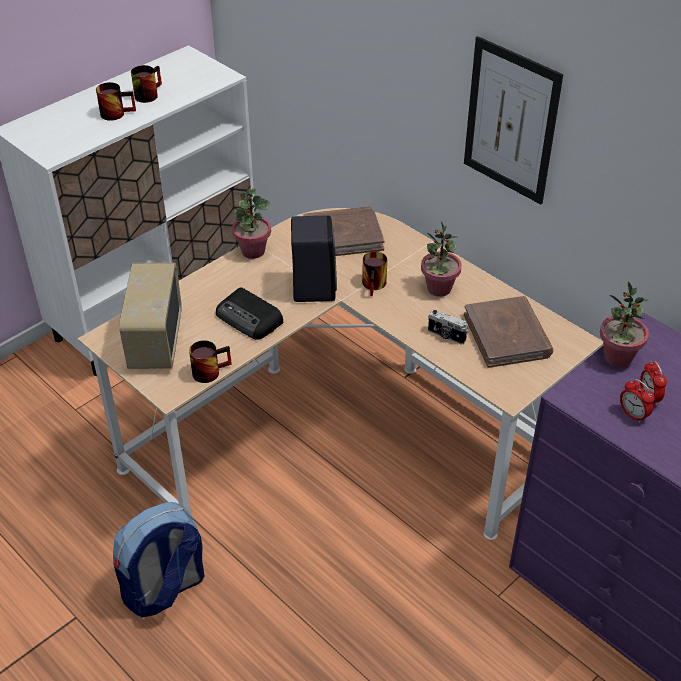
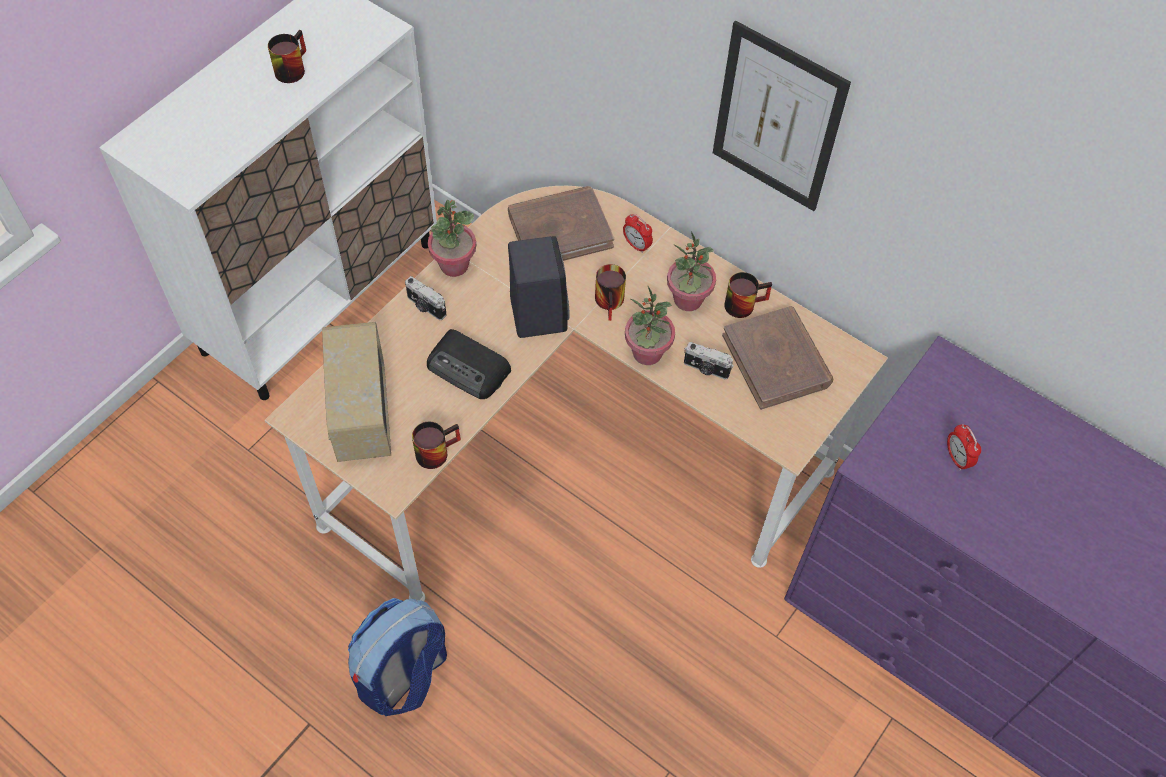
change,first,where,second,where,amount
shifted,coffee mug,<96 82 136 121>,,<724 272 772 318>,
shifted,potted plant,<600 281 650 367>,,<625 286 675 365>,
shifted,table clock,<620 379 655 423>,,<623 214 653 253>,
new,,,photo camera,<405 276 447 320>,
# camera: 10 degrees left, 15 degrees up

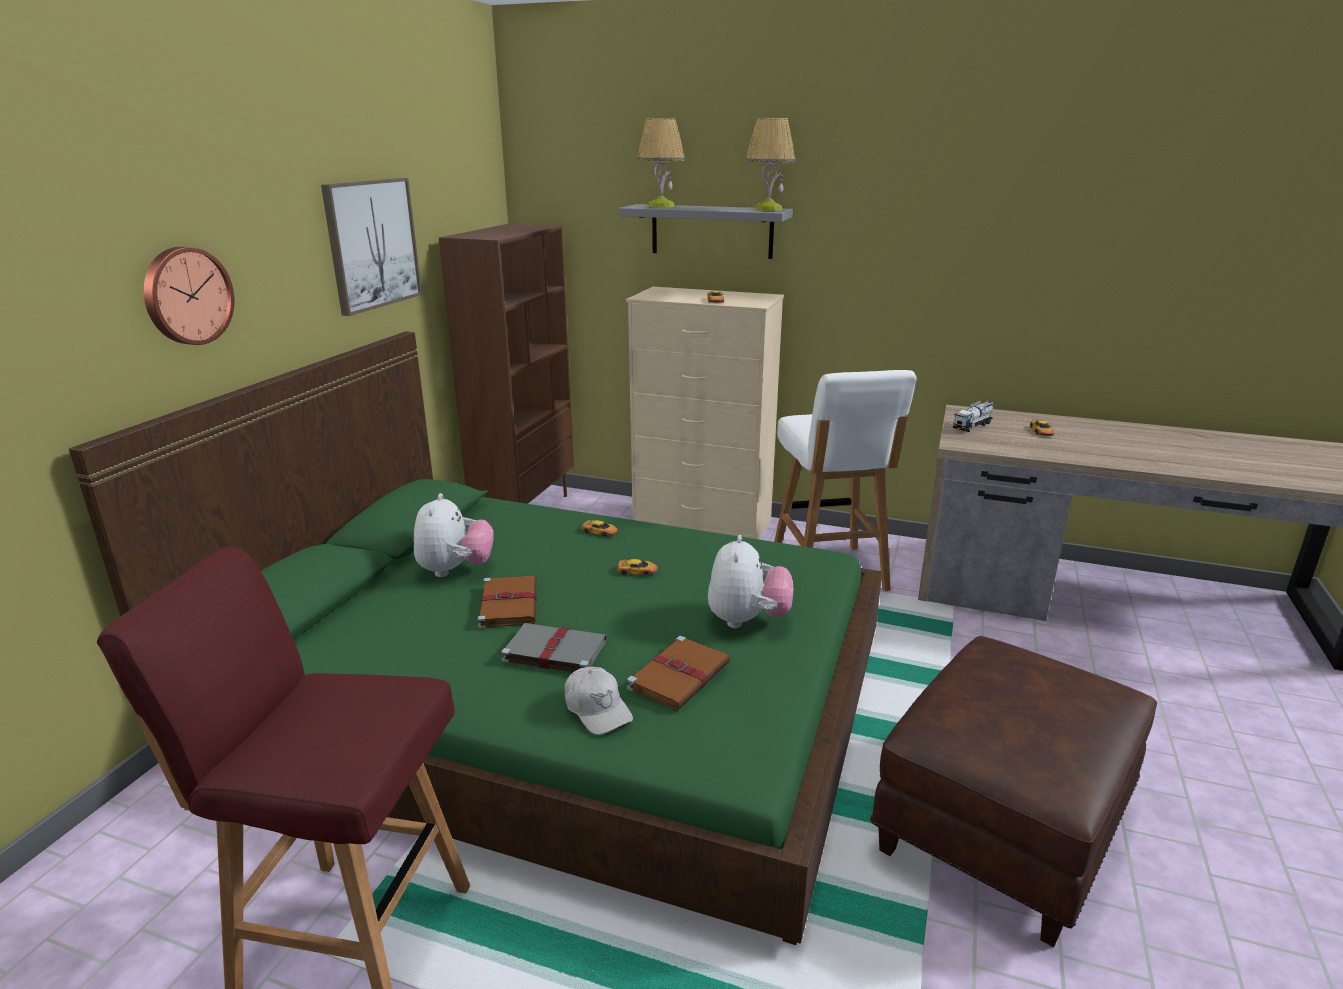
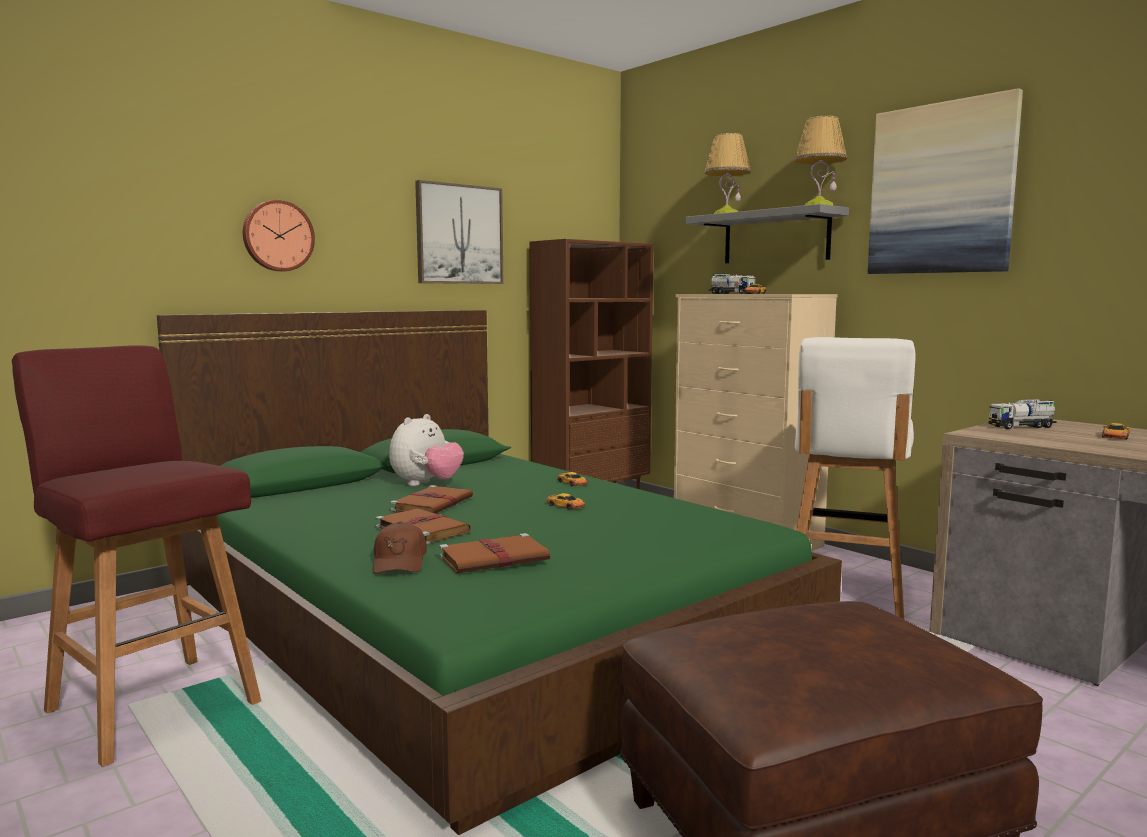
change,first,where,second,where,amount
repainted,grey volume,<499 623 607 672>,brownish volume,<375 508 471 544>,
repainted,white-coloured baseball cap,<564 666 633 735>,brownish baseball cap,<373 522 427 574>,
gone,cuddly toy,<708 535 793 628>,,,
new,,,toy lorry,<709 274 756 294>,
new,,,wall art,<868 88 1023 274>,
# camera: 30 degrees right, 15 degrees down

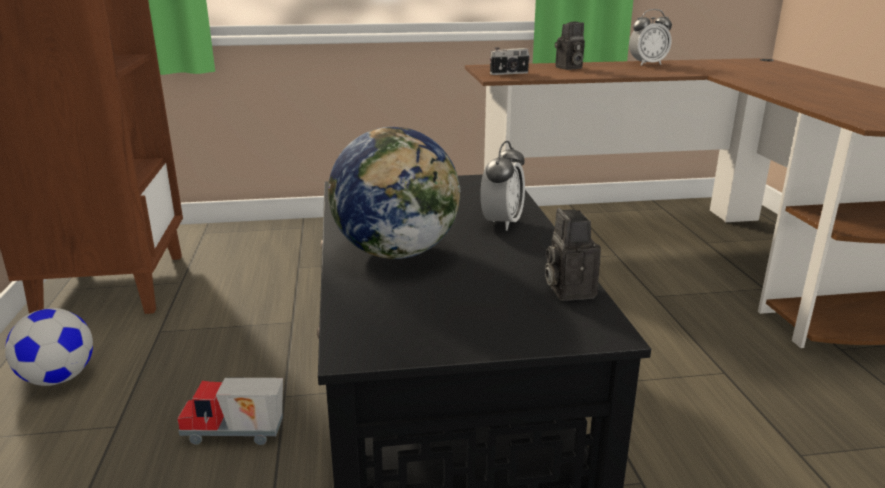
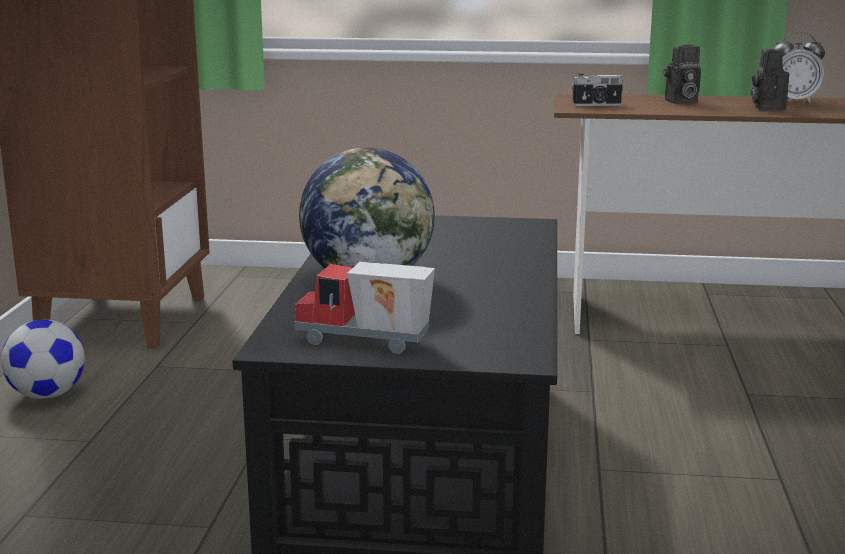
change,first,where,second,where,amount
shifted,toy lorry,<177 378 283 445>,,<295 262 435 354>,
gone,table clock,<480 141 525 231>,,,
shifted,photo camera,<545 208 601 301>,,<751 49 789 111>,
# camera: 15 degrees right, 5 degrees down

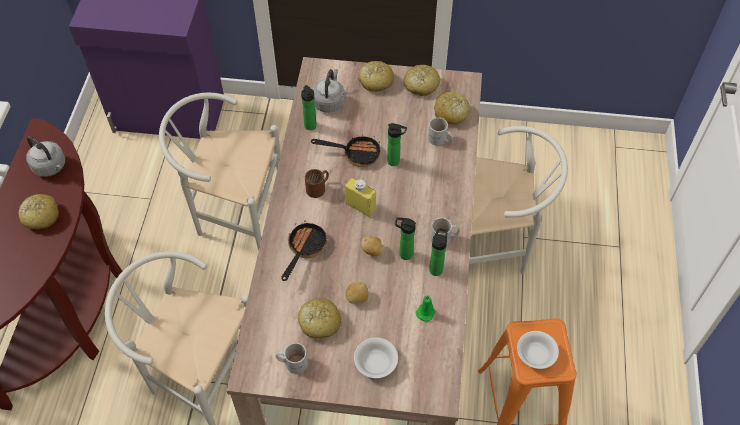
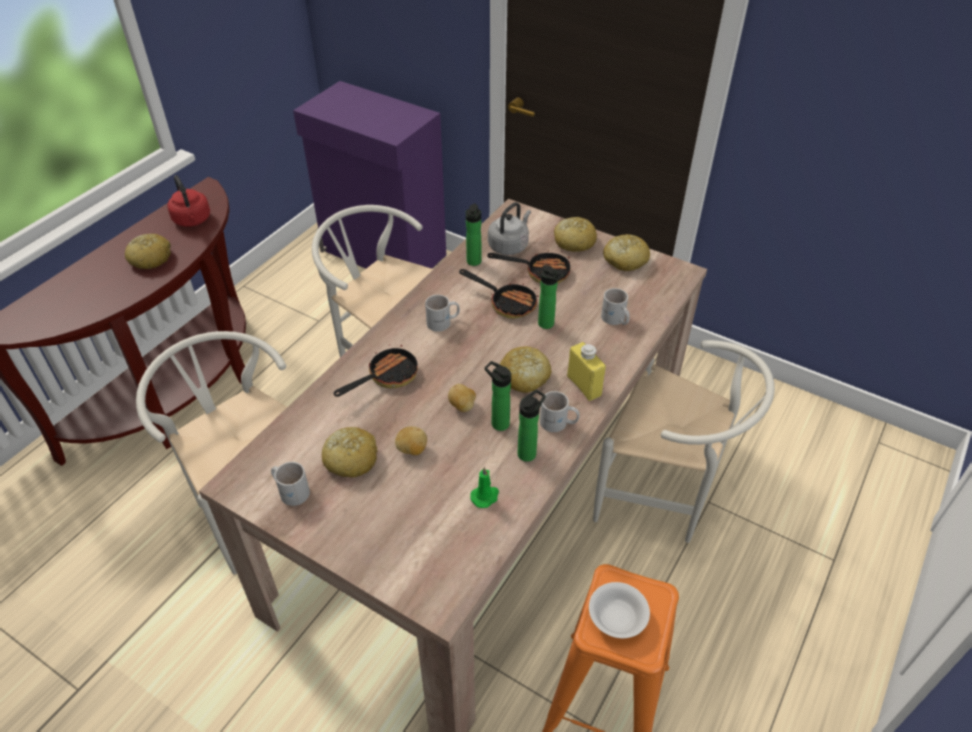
change,first,where,second,where,amount
repainted,grey kettle,<26 136 65 177>,red kettle,<167 175 210 227>,
repainted,brownish coffee mug,<305 169 329 198>,white-coloured coffee mug,<425 295 460 332>,
shifted,yellow-coloured beverage bottle,<345 178 376 217>,,<567 342 606 401>,
gone,white-coloured serving bowl,<354 338 398 378>,,,
shifted,bread,<434 92 470 125>,,<500 346 552 393>,
new,,,pan,<487 251 571 284>,
# camera: 25 degrees right, 10 degrees down

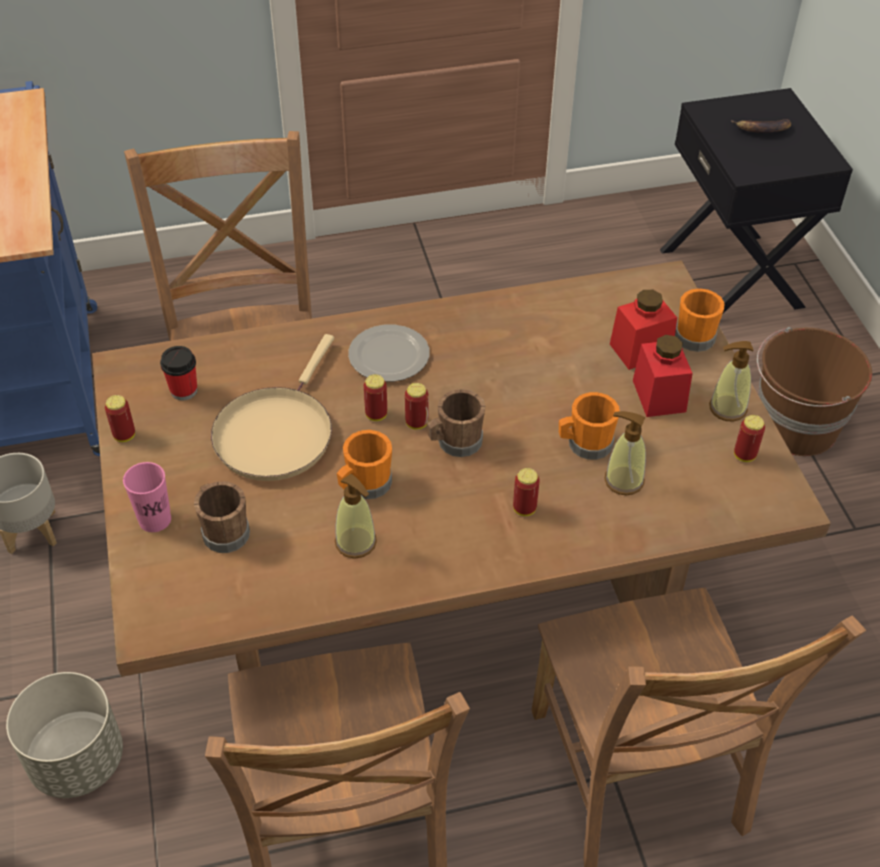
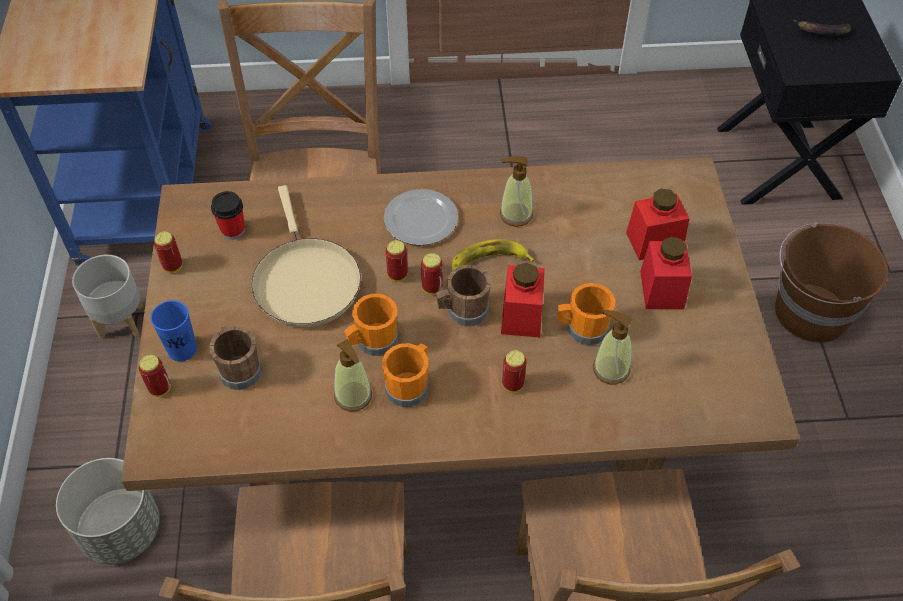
change,first,where,second,where,amount
repainted,pink drinking cup,<123 462 171 532>,blue-coloured drinking cup,<150 300 197 362>,
rotated,beige pan,<211 334 334 481>,,<251 185 361 327>,45 degrees counterclockwise
shifted,orangey coffee mug,<675 289 724 352>,,<382 343 428 407>,
shifted,soap dispenser,<709 341 754 422>,,<500 156 533 227>,
shifted,metal can,<734 415 765 462>,,<139 355 171 397>,
new,,,banana,<452 239 534 271>,
new,,,red jar,<501 263 545 338>,
# camera: 10 degrees right, 5 degrees up

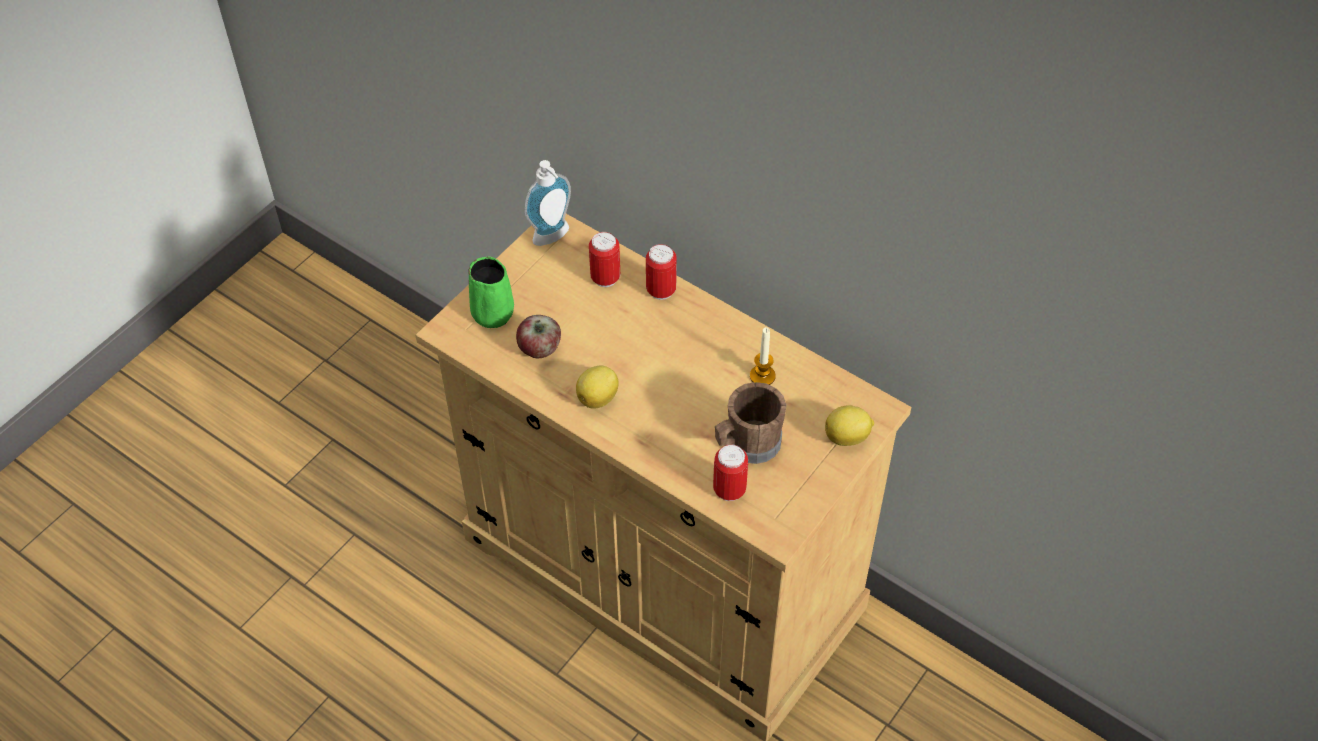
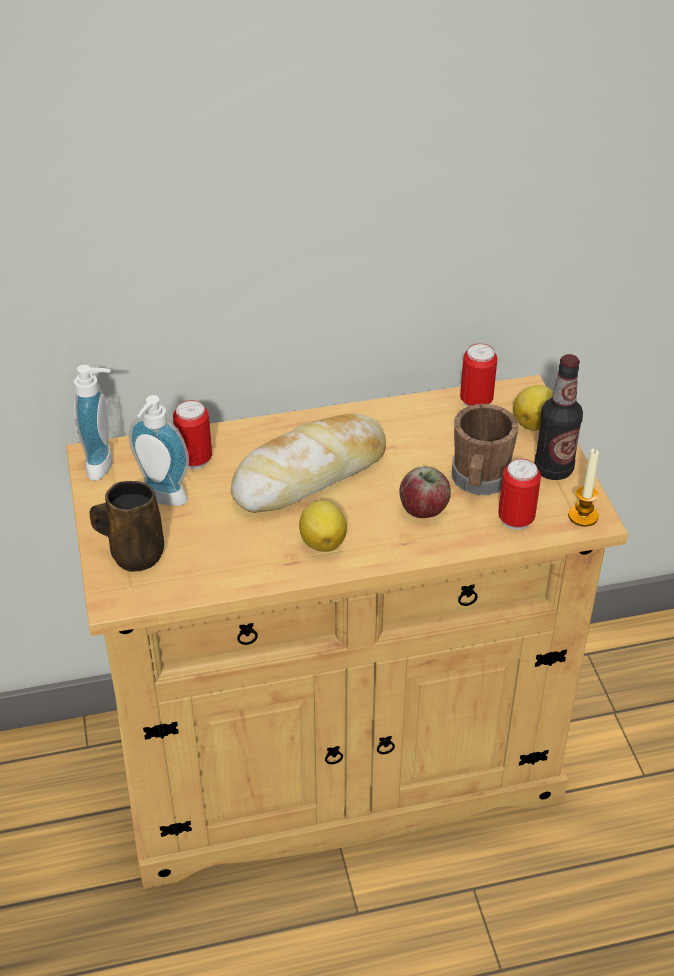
change,first,where,second,where,amount
repainted,green coffee mug,<468 257 514 328>,brownish coffee mug,<90 481 164 572>,
shifted,apple fruit,<516 315 561 358>,,<399 466 451 518>,
shifted,metal can,<646 244 677 300>,,<460 343 497 407>,
shifted,wax candle,<750 327 776 385>,,<568 449 599 527>,
new,,,soap dispenser,<129 395 189 506>,
new,,,bread,<231 414 386 513>,
new,,,beverage bottle,<534 354 583 480>,
# camera: 50 degrees left, 10 degrees down

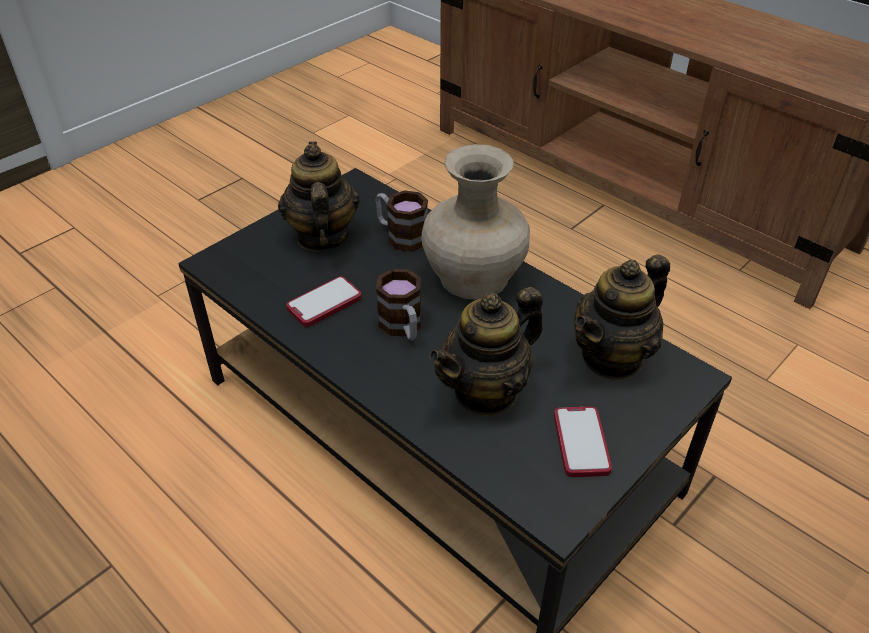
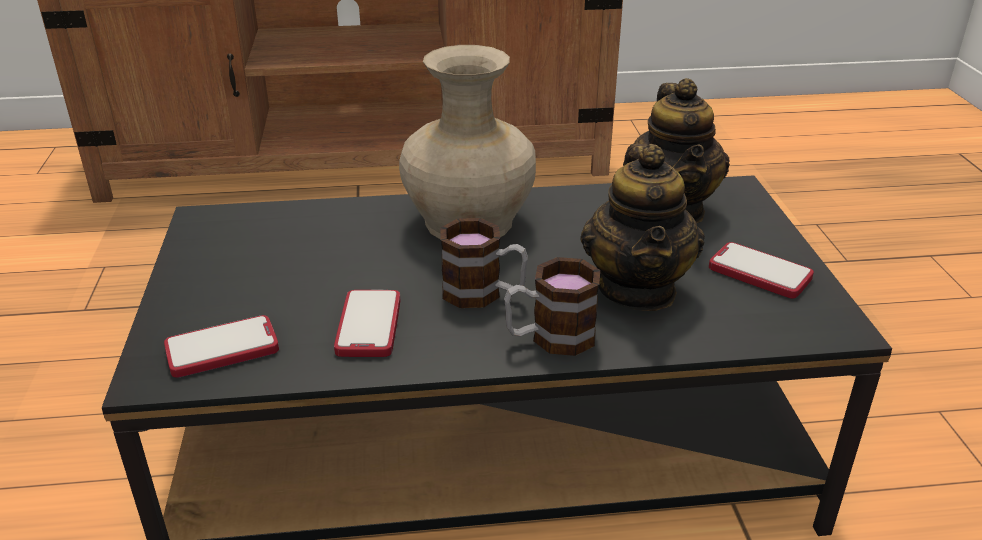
change,first,where,second,where,amount
gone,pot for tea,<278 142 360 251>,,,
shifted,coffee mug,<375 190 428 252>,,<504 257 600 356>,
new,,,phone,<164 315 279 378>,
# camera: 50 degrees left, 10 degrees down

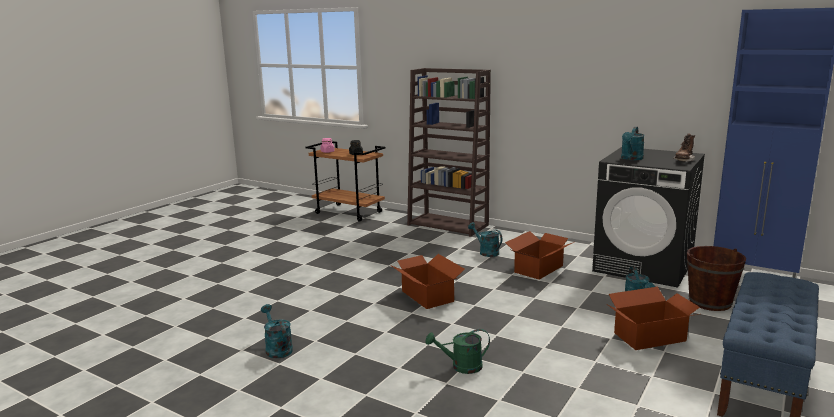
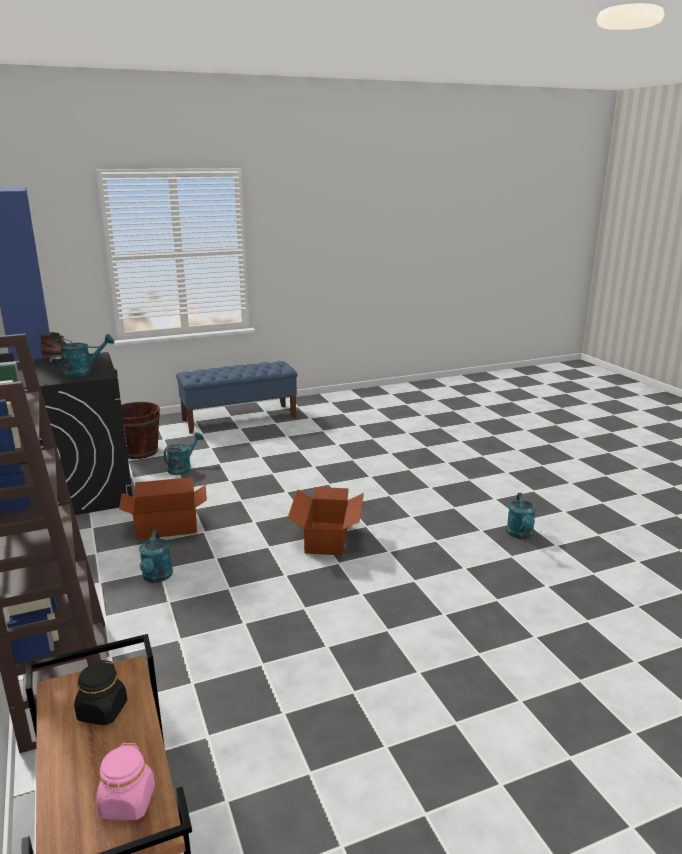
change,first,where,second,where,amount
gone,green watering can,<426 329 490 374>,,,
gone,packing box,<608 287 700 350>,,,
# camera: 145 degrees left, 5 degrees up

